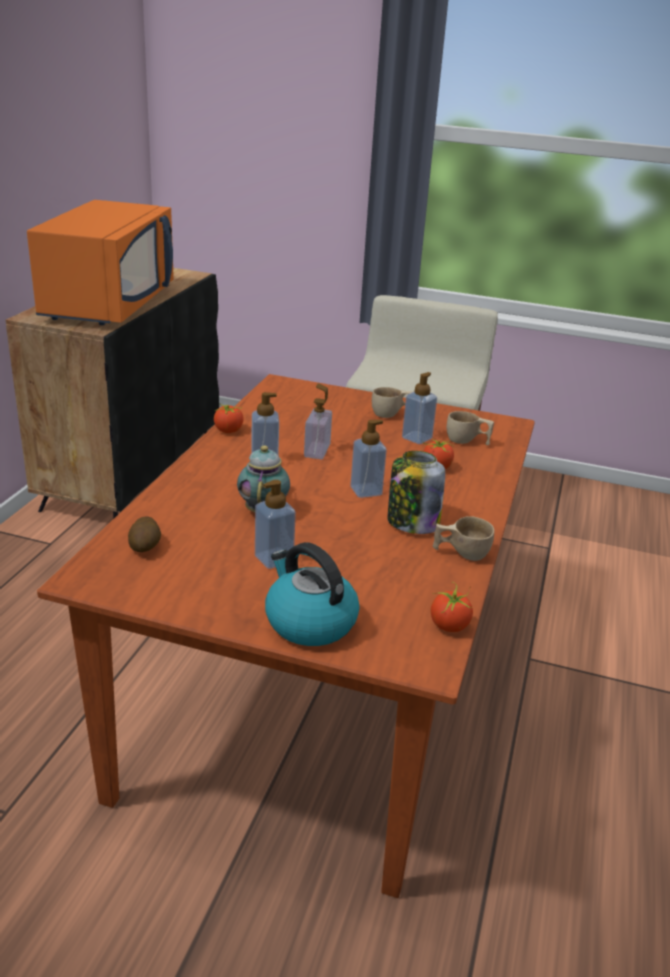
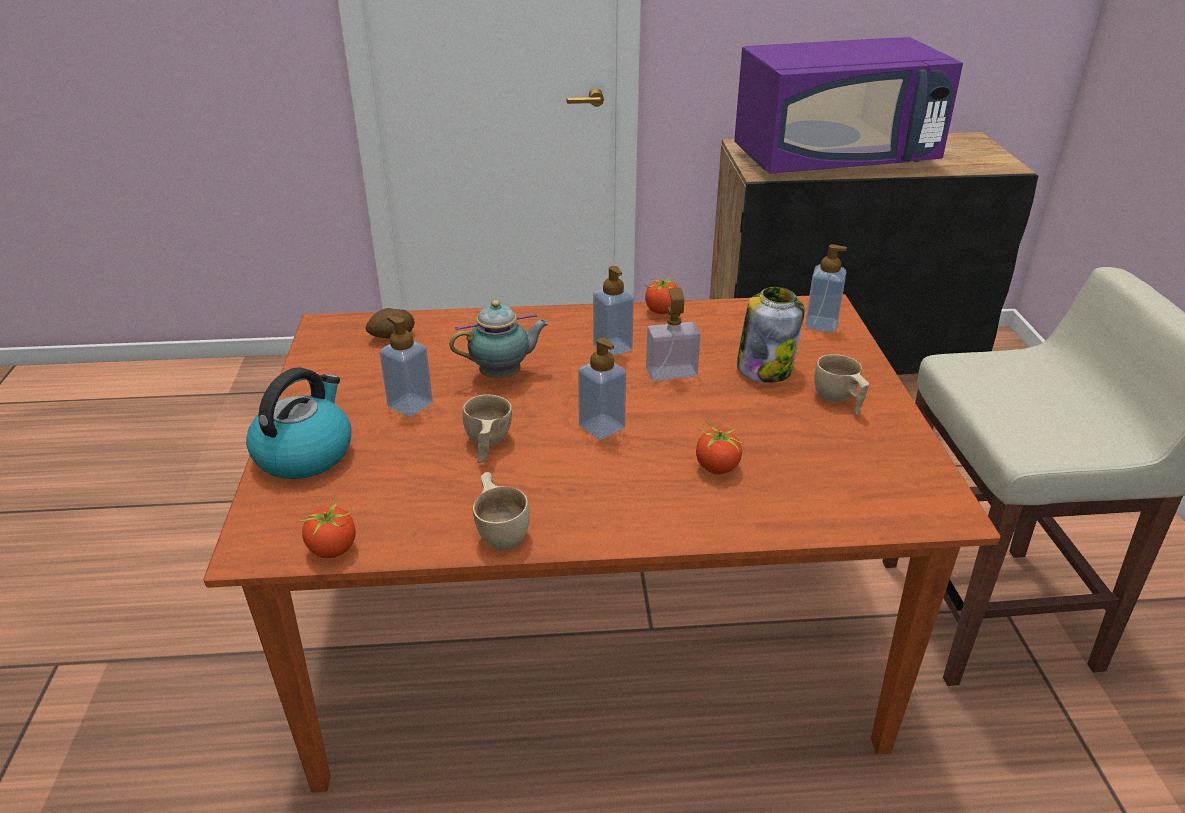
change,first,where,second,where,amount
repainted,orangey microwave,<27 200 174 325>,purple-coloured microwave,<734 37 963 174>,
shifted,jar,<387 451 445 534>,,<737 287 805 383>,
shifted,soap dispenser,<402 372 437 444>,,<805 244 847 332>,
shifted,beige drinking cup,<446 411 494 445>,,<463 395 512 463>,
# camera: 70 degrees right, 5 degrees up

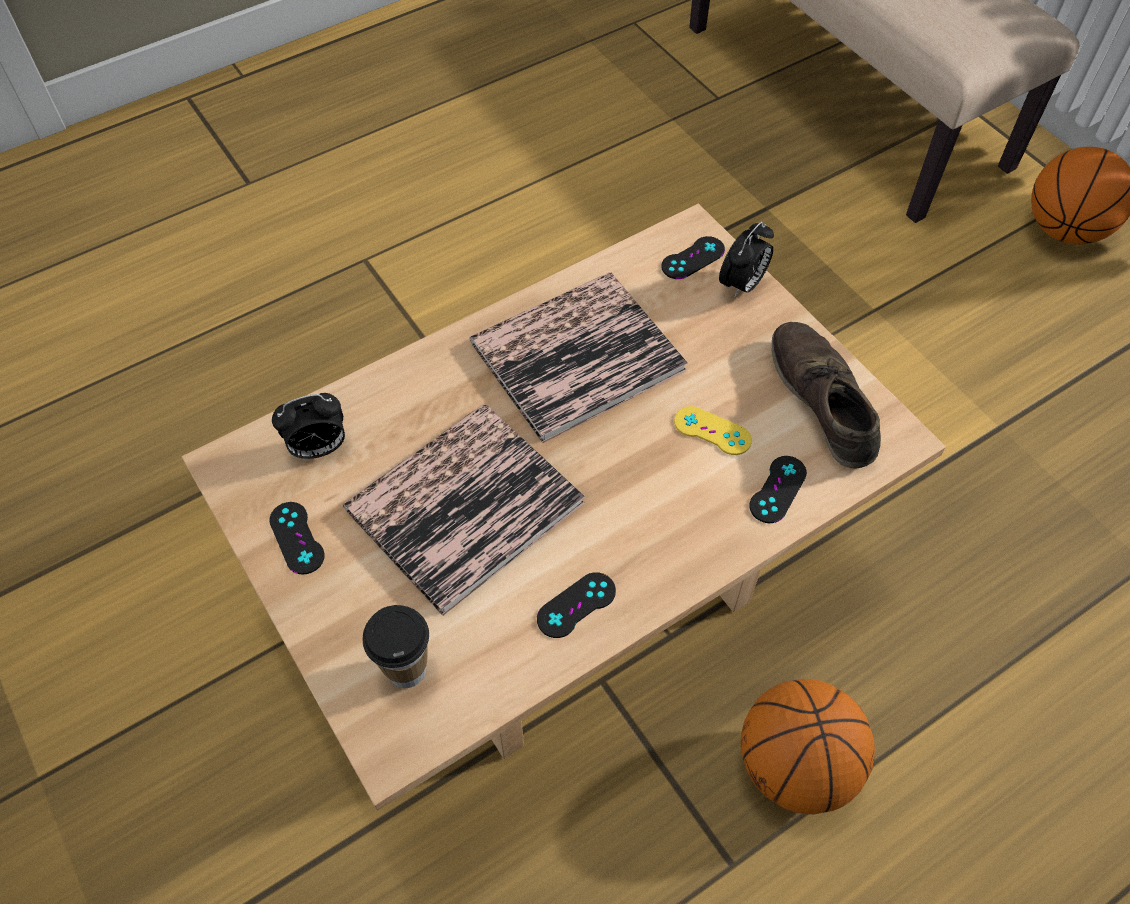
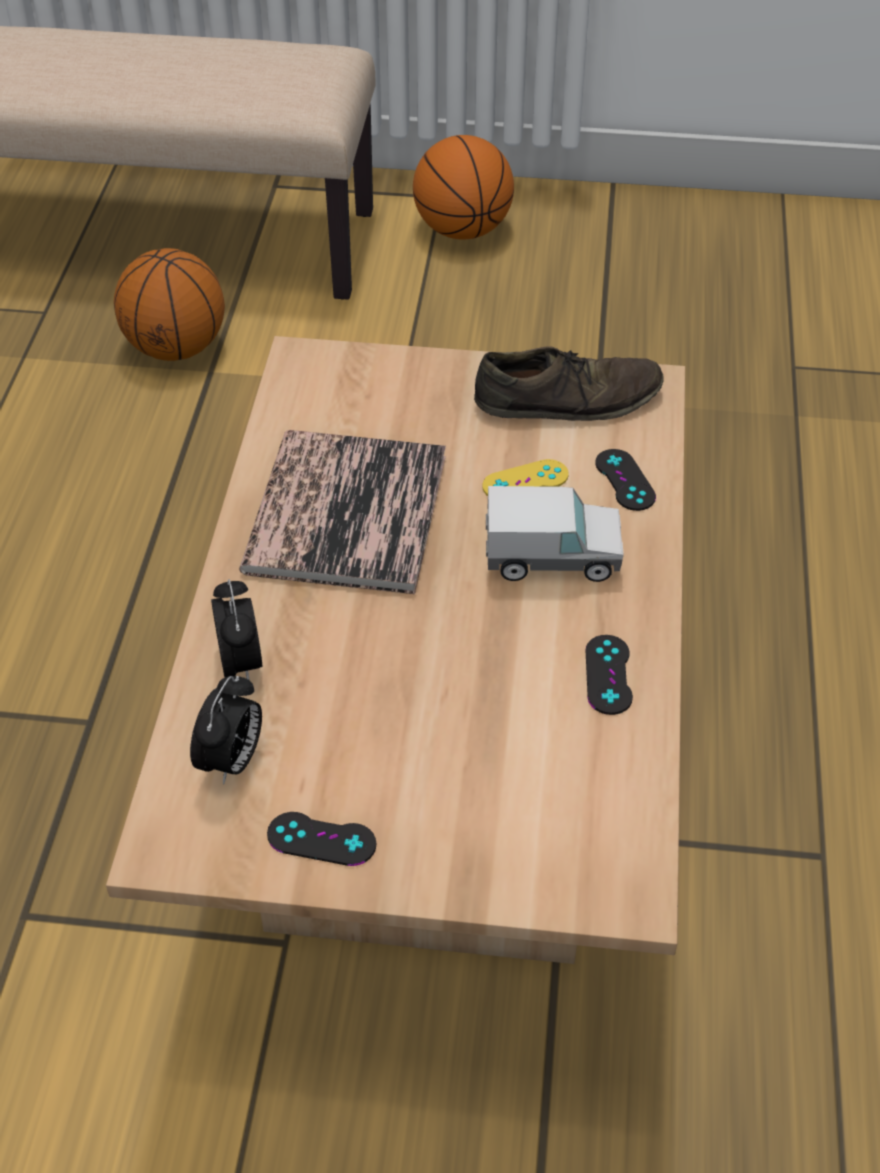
change,first,where,second,where,amount
gone,volume,<343 403 585 616>,,,
gone,drinking cup,<362 605 429 688>,,,
gone,black-coloured game controller,<661 236 725 279>,,,
shifted,table clock,<719 222 774 298>,,<211 579 262 680>,
shifted,basketball ball,<741 679 875 814>,,<114 248 225 361>,
rotated,brownish shoe,<772 322 881 469>,,<474 346 664 421>,150 degrees clockwise
new,,,toy lorry,<486 486 624 582>,
# camera: 50 degrees left, 10 degrees down

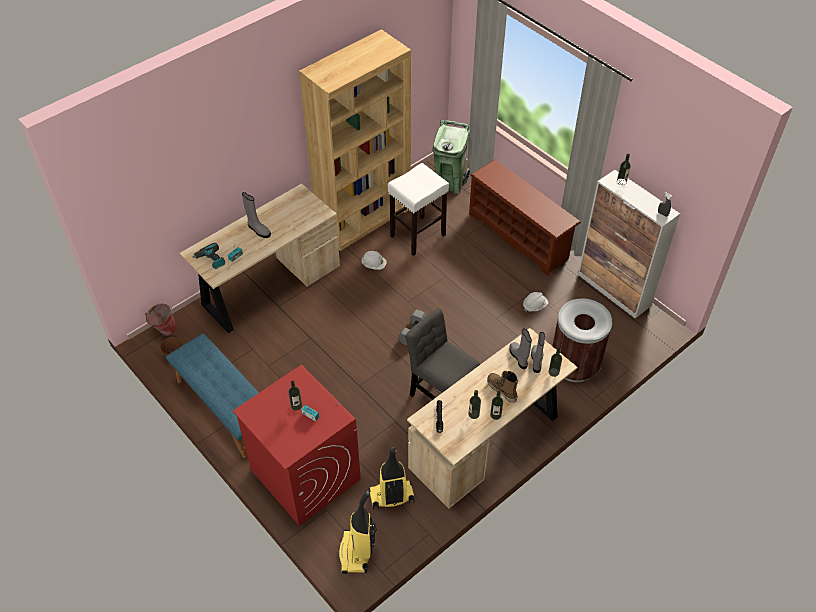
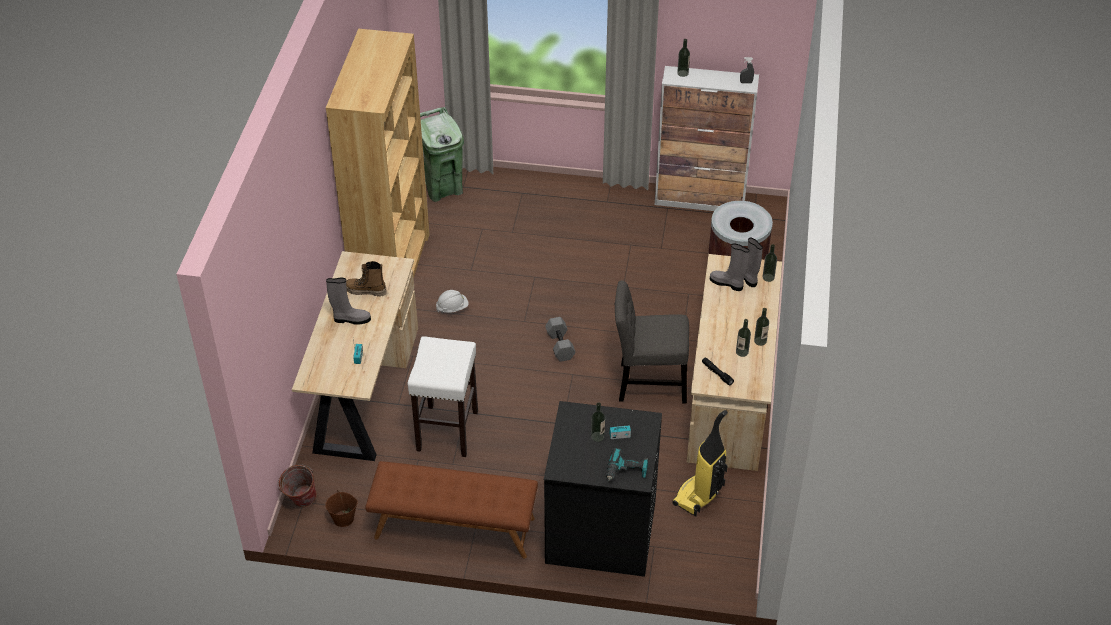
change,first,where,second,where,amount
repainted,blue-coloured indoor bench,<166 334 259 458>,brownish indoor bench,<365 461 538 559>,
shifted,electric drill,<192 243 225 269>,,<606 448 648 481>,
repainted,red laundry appliance,<233 365 361 526>,black-coloured laundry appliance,<544 401 662 577>,
gone,hoover,<339 491 377 574>,,,
shifted,white-coloured stool seat,<388 163 449 256>,,<408 336 478 457>,
gone,brownish shoe stand,<469 160 581 276>,,,
shifted,tall boot,<487 371 518 403>,,<346 261 387 297>,
gone,white-coloured work helmet,<523 292 548 312>,,,
# camera: 40 degrees left, 5 degrees down

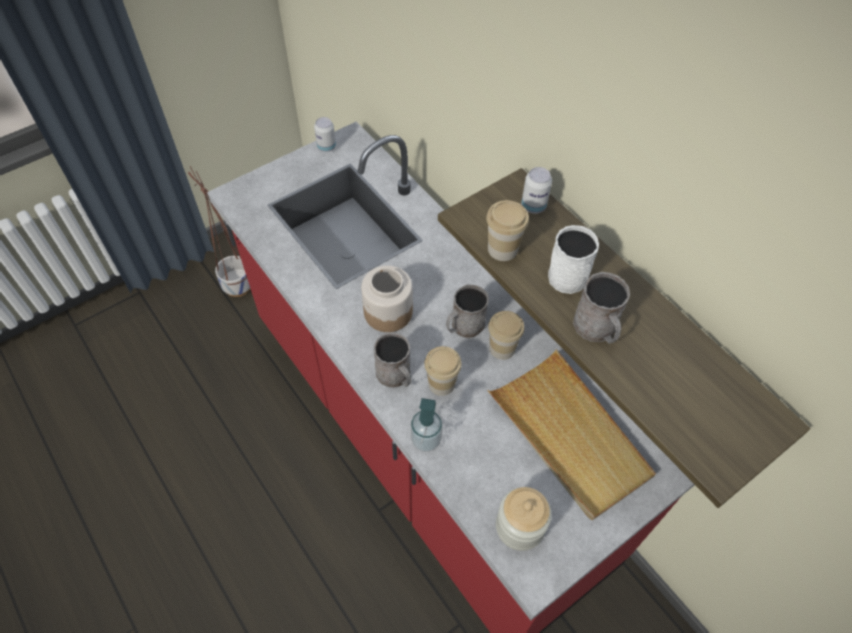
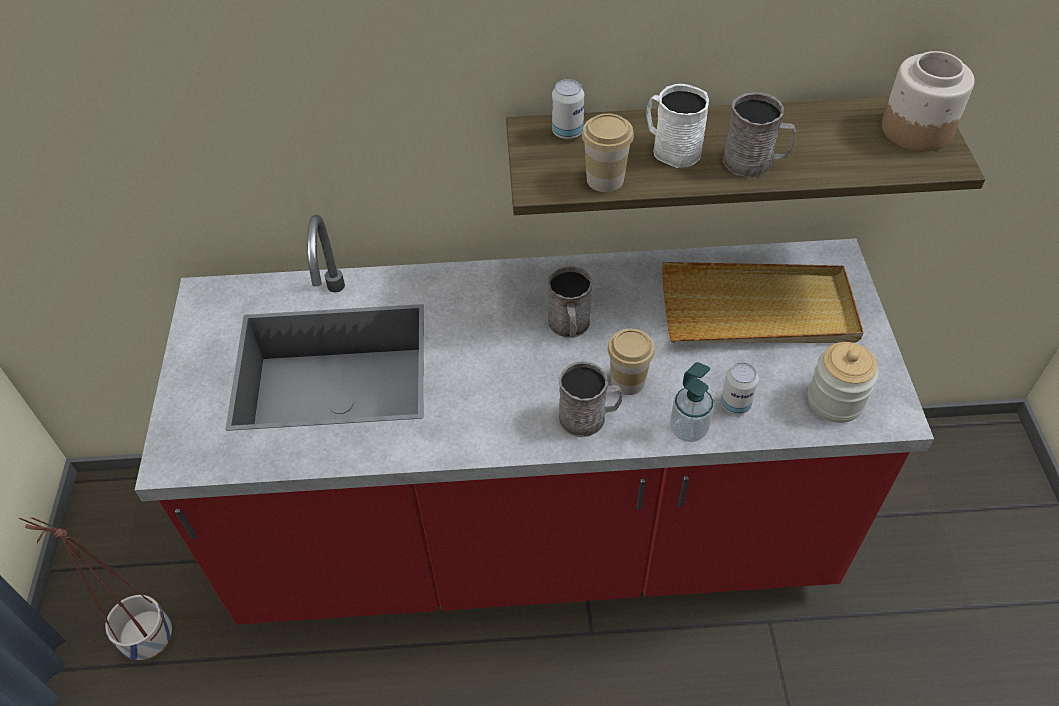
change,first,where,second,where,amount
shifted,metal can,<314 117 336 152>,,<721 362 759 415>,
shifted,jar,<361 265 413 332>,,<882 51 975 152>,
gone,drinking cup,<488 311 524 360>,,,
# camera: 55 degrees left, 5 degrees down

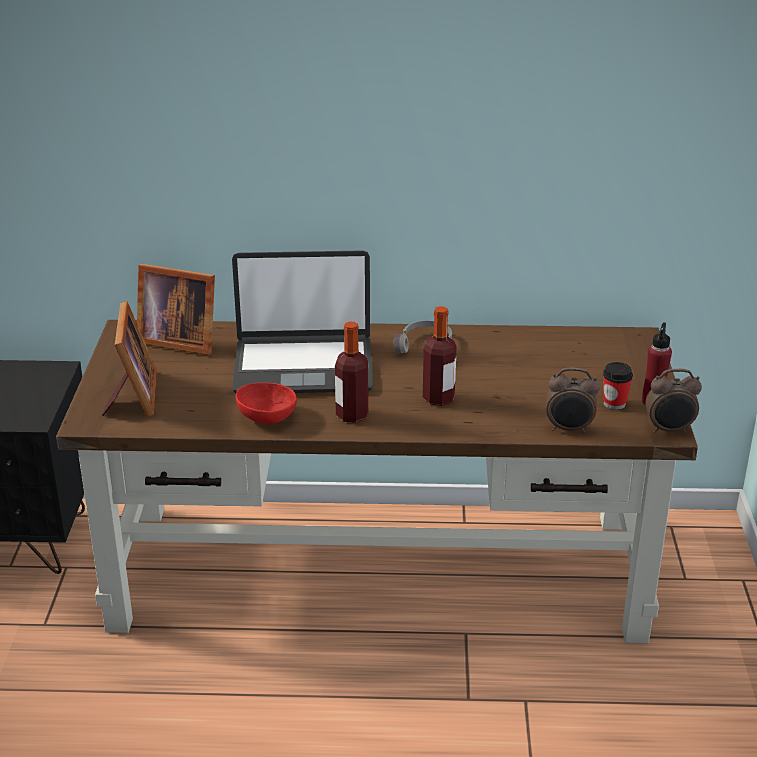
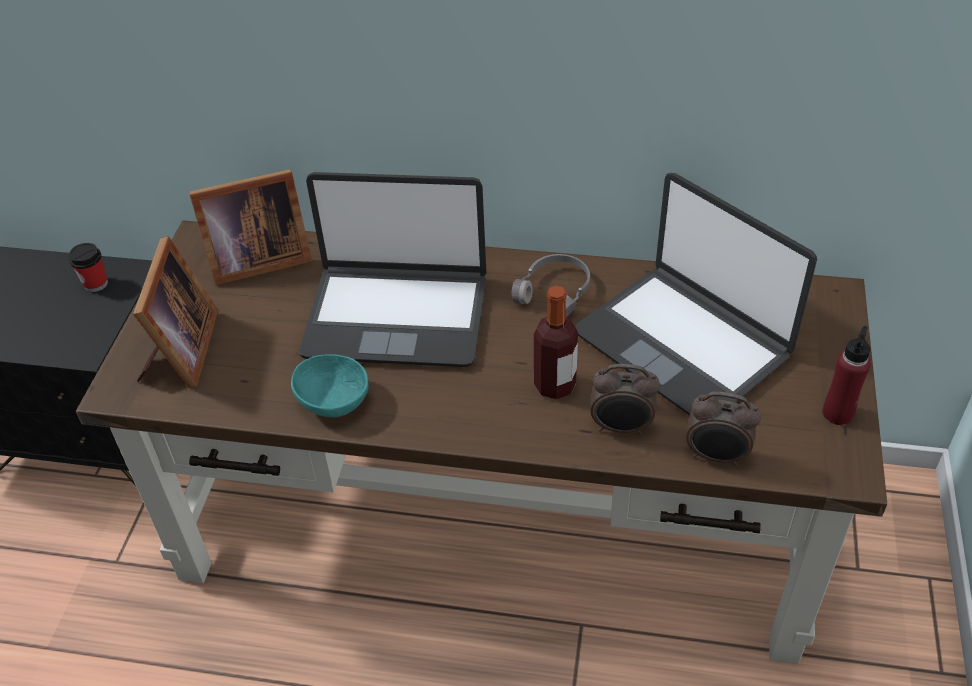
change,first,where,second,where,amount
rotated,photo frame,<137 264 215 355>,,<189 169 312 285>,45 degrees counterclockwise
repainted,red serving bowl,<236 383 297 424>,turquoise-coloured serving bowl,<291 354 369 417>,
gone,beverage bottle,<335 321 368 423>,,,
shifted,drinking cup,<603 362 633 410>,,<69 243 108 292>,
shifted,table clock,<645 369 702 433>,,<590 364 660 435>,
new,,,laptop,<575 173 817 415>,
# camera: 10 degrees right, 15 degrees up

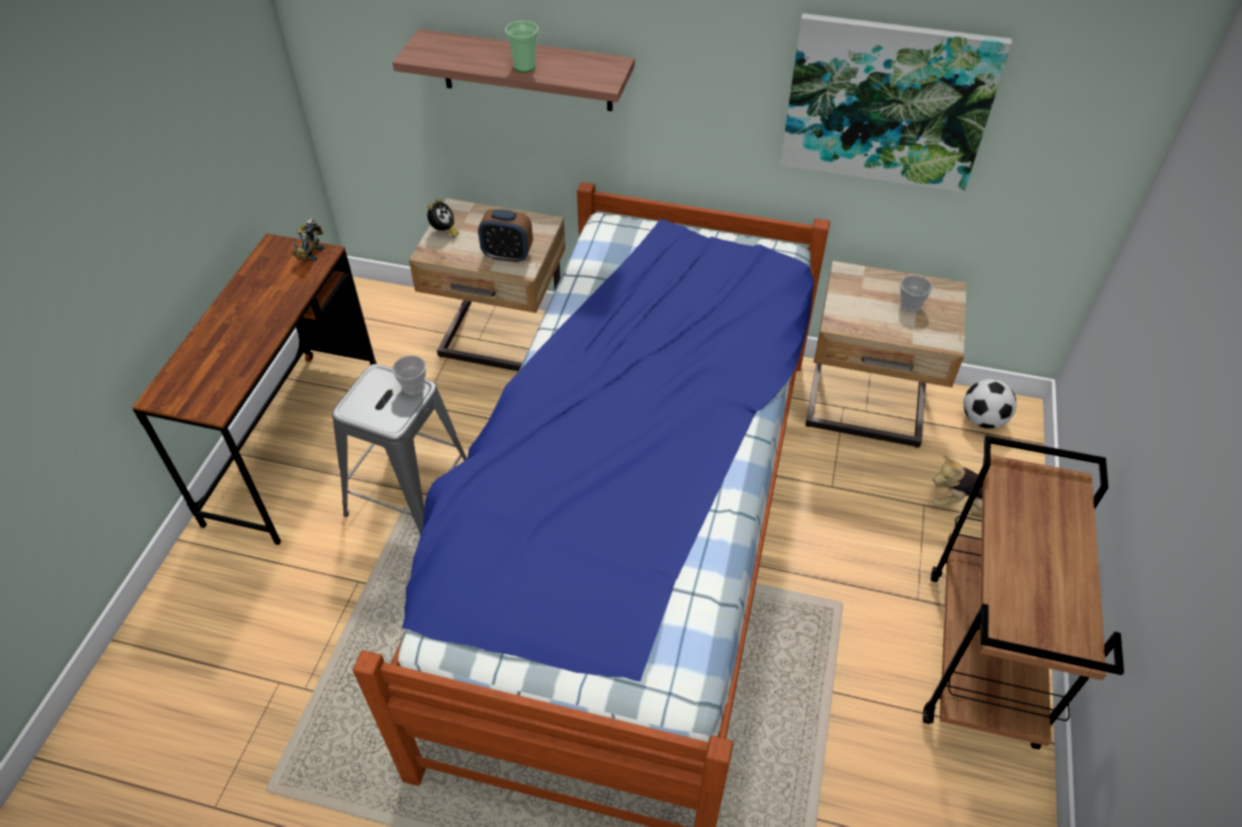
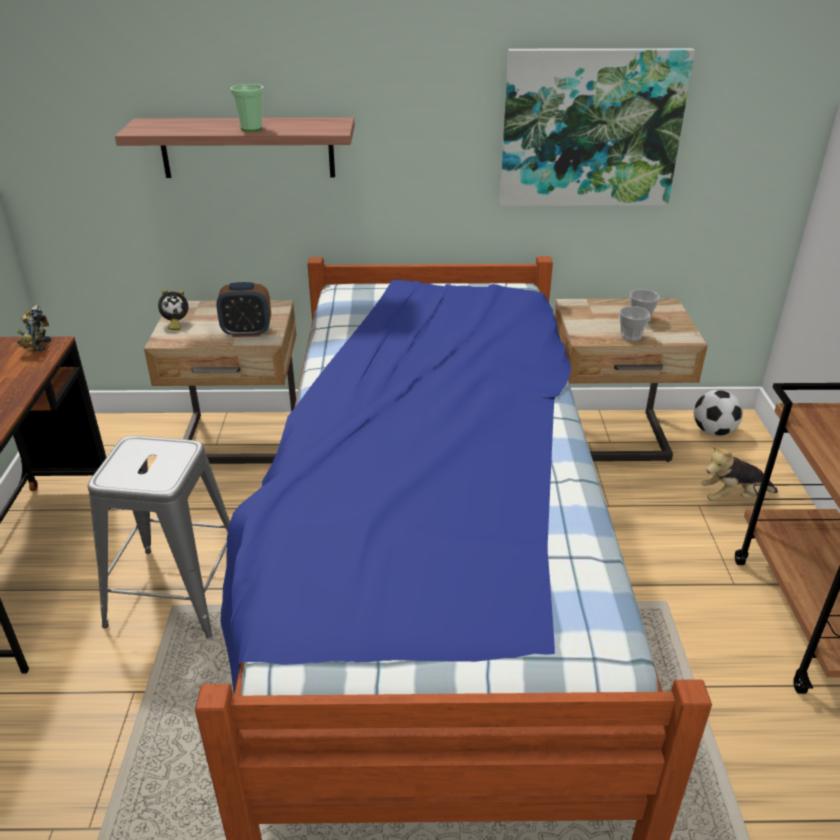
change,first,where,second,where,amount
shifted,drinking cup,<392 355 426 395>,,<619 306 650 341>,
rotated,table clock,<427 199 459 238>,,<158 289 188 330>,60 degrees clockwise
# camera: 15 degrees left, 15 degrees down

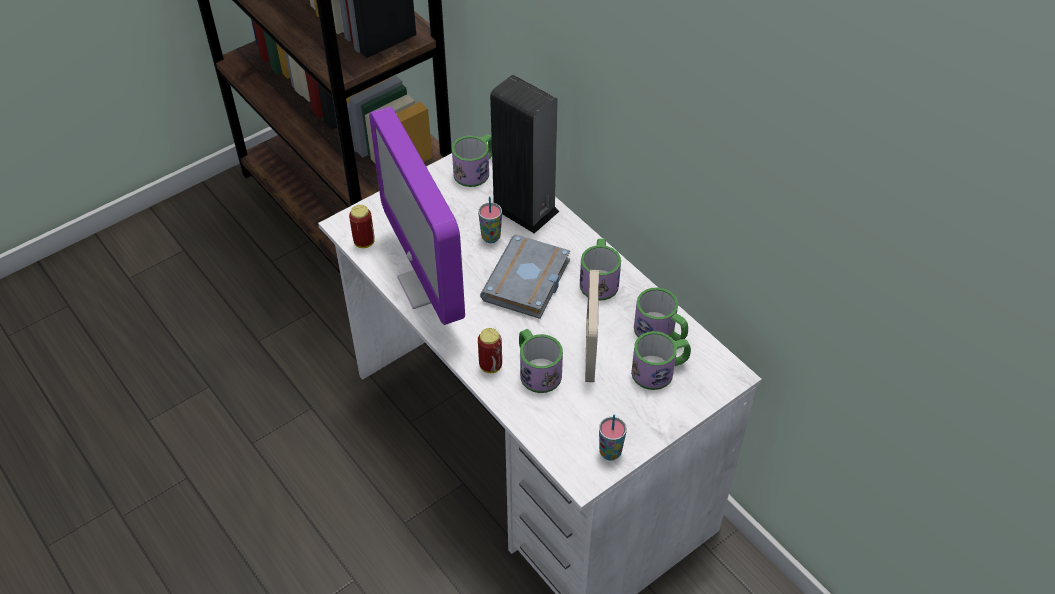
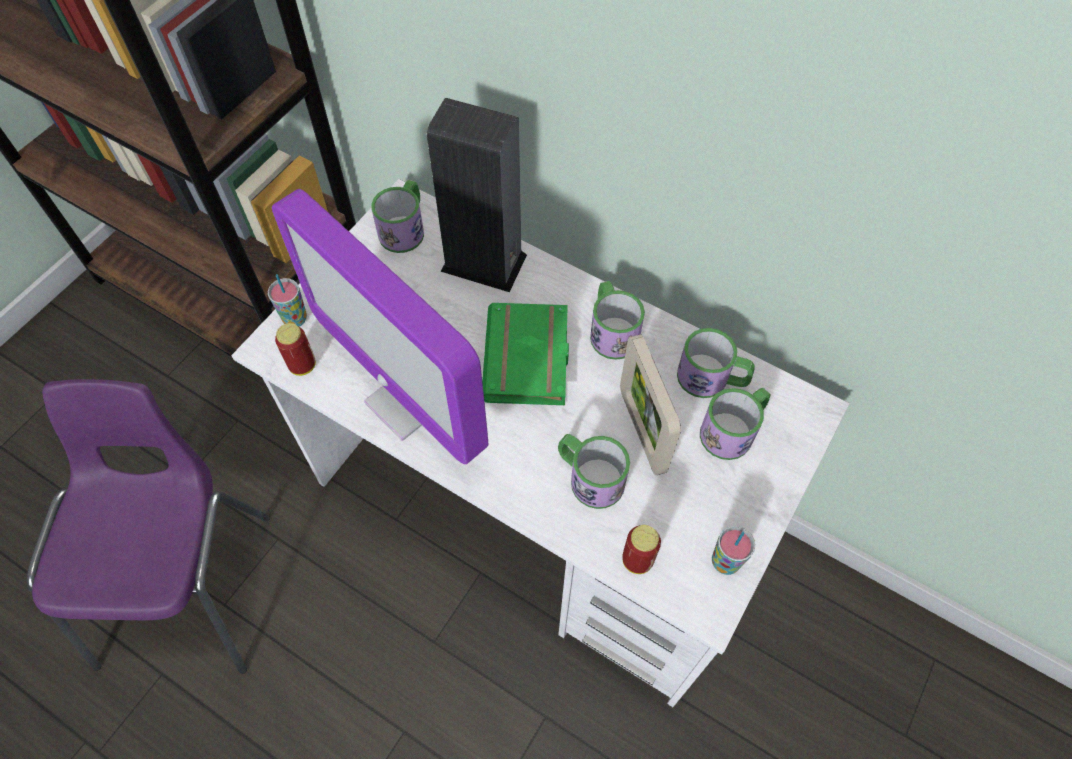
change,first,where,second,where,amount
shifted,drinking cup,<478 197 502 243>,,<268 274 307 327>,
shifted,metal can,<478 328 502 373>,,<622 525 661 574>,
repainted,grey volume,<480 234 570 319>,green volume,<482 303 569 405>,
new,,,purple-coloured chair,<27 379 270 674>,
# camera: 20 degrees left, 10 degrees up

